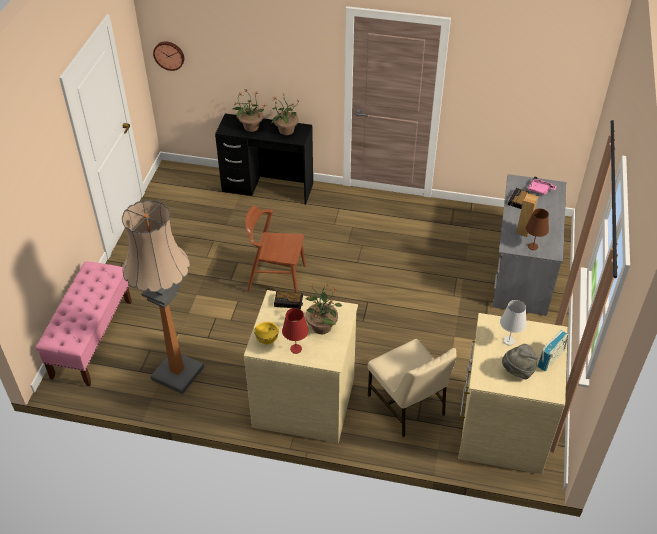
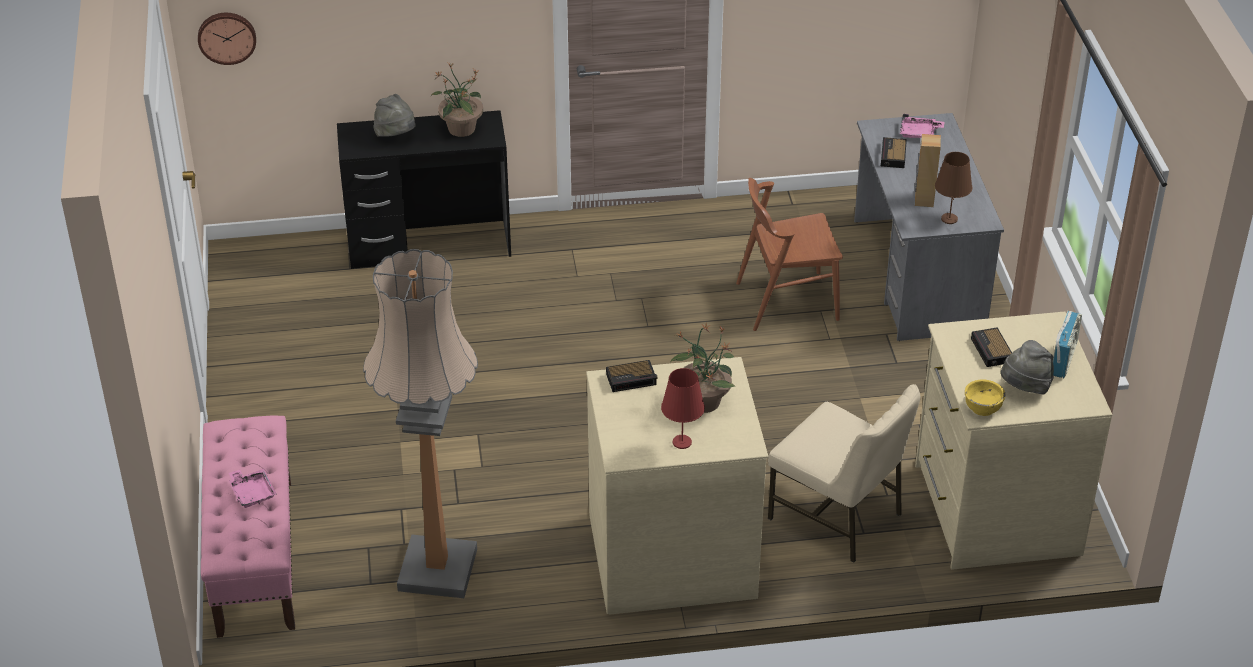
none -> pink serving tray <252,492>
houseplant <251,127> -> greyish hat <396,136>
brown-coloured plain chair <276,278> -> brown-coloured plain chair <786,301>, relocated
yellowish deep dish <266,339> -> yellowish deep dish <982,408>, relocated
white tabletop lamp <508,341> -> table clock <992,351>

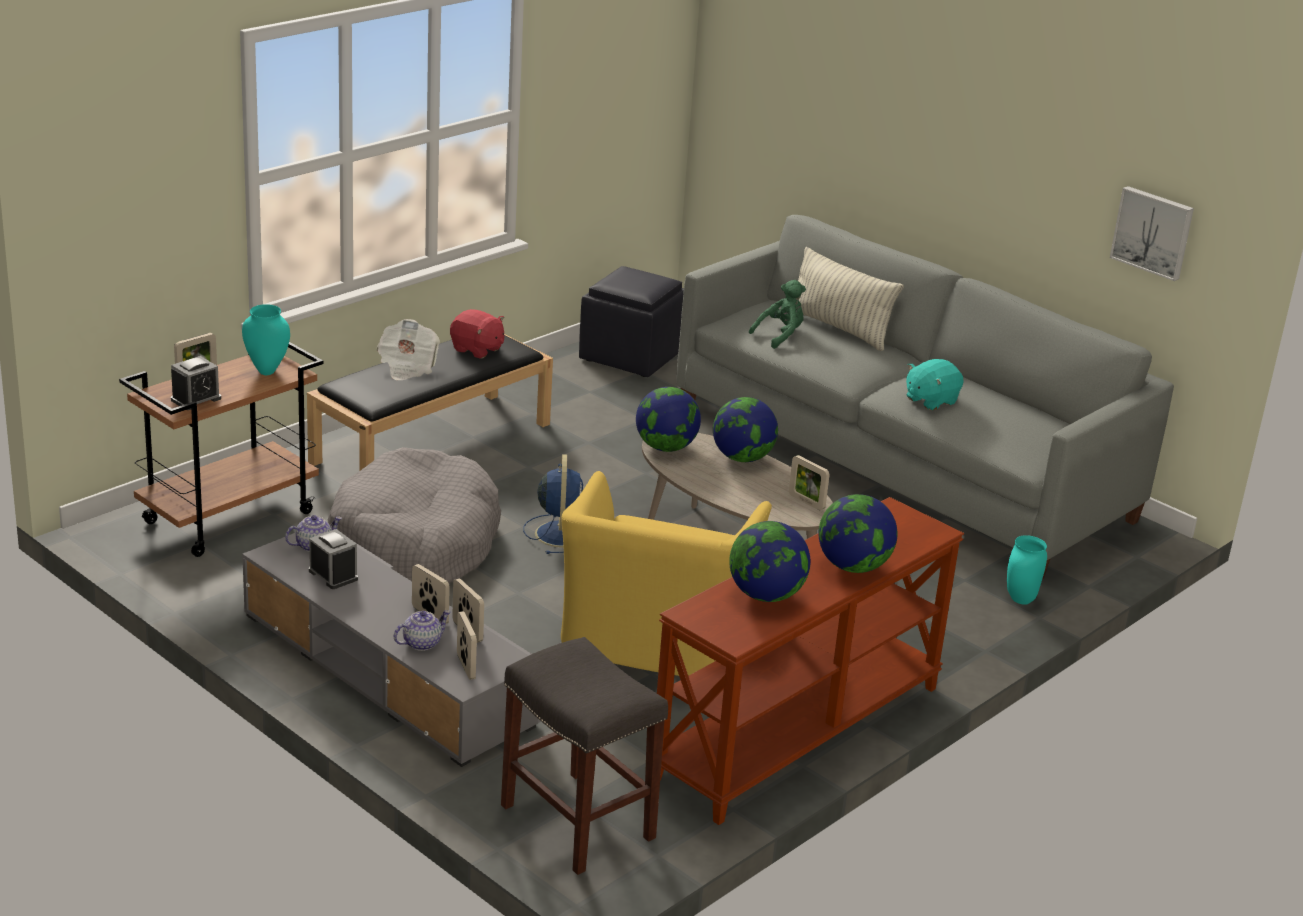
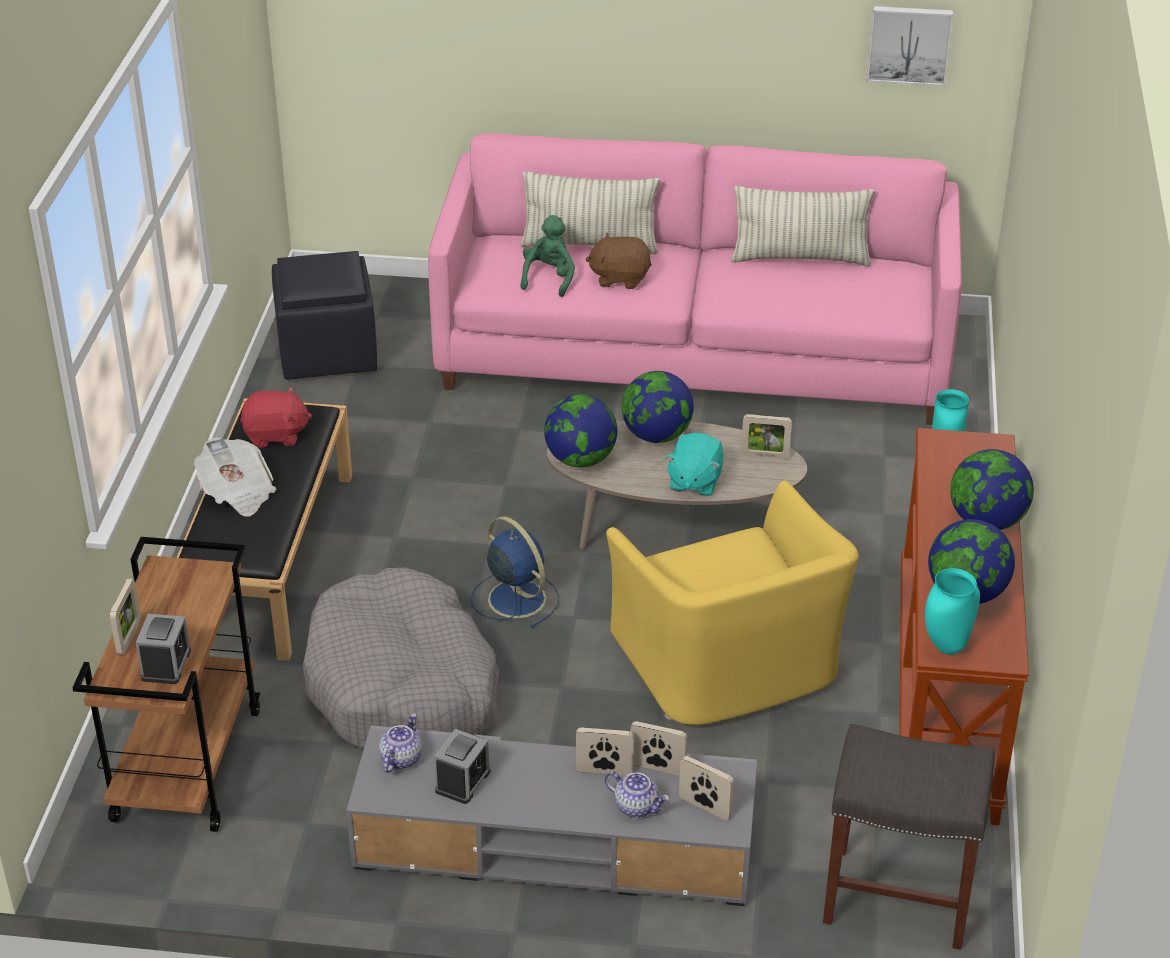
greyish couch <901,462> -> pink couch <695,354>
table clock <333,575> -> table clock <462,781>, 105 degrees clockwise
none -> brown-coloured cuddly toy <620,278>
teapot <422,643> -> teapot <637,806>, 105 degrees clockwise
turquoise cuddly toy <930,400> -> turquoise cuddly toy <694,481>, relocated
none -> throw pillow <800,258>
turquoise vase <266,371> -> turquoise vase <947,648>, relocated

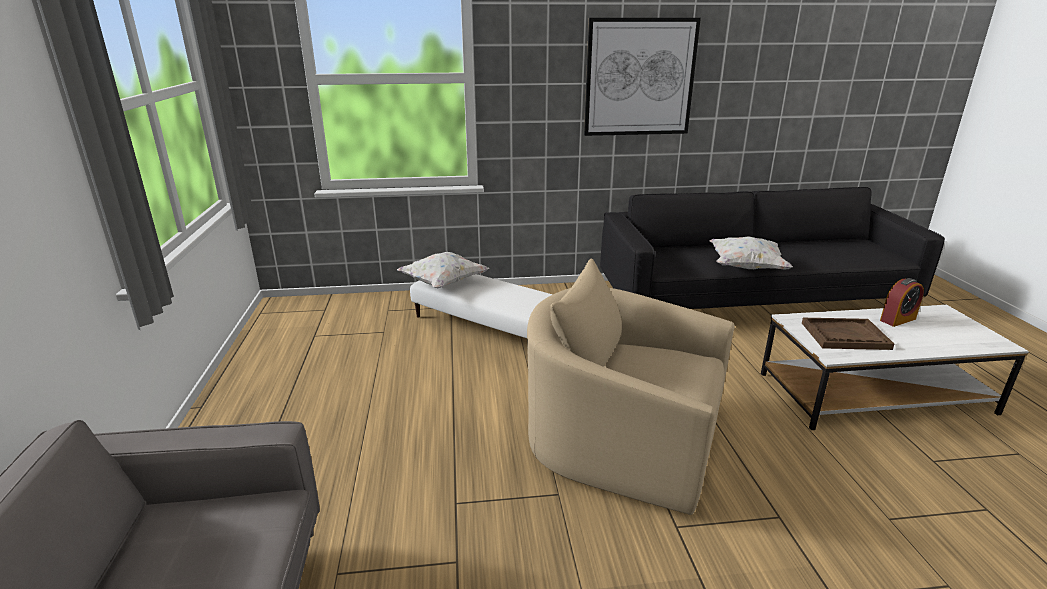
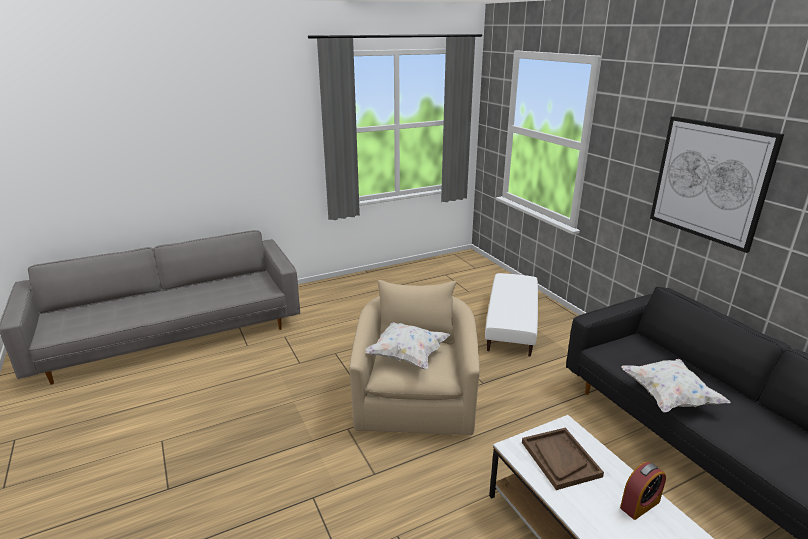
white throw pillow <443,283> -> white throw pillow <407,356>, relocated
table clock <897,319> -> table clock <640,504>, 75 degrees counterclockwise

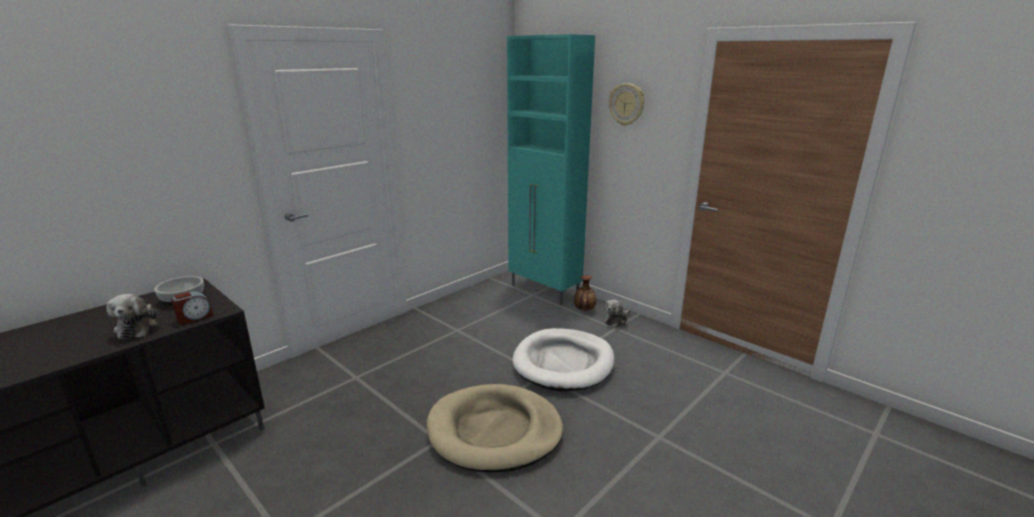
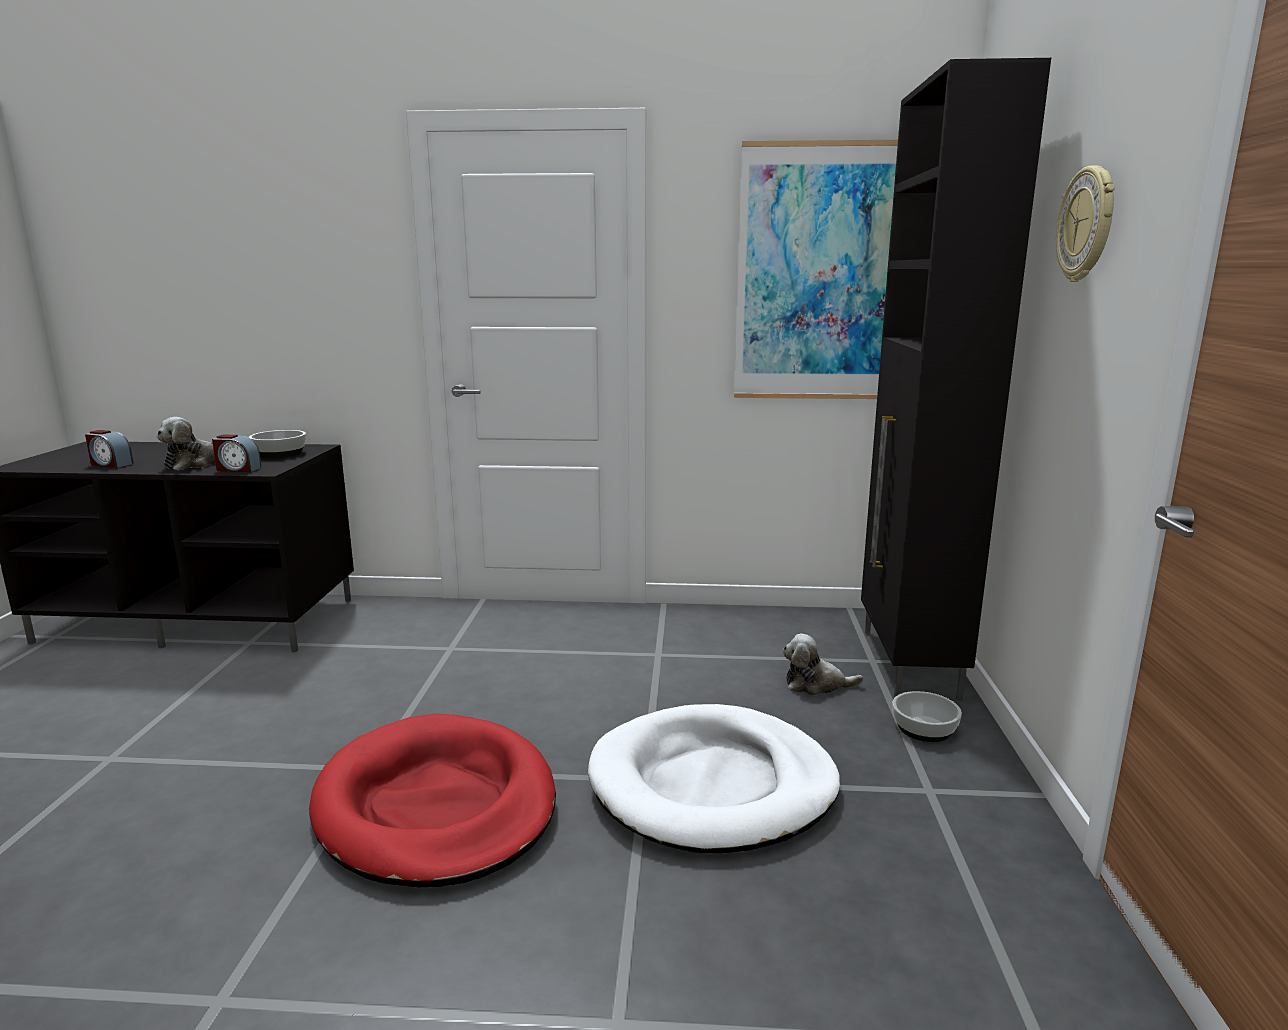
none -> table clock <111,464>
beige dog cushion <494,431> -> reddish dog cushion <436,806>
none -> wall art <818,274>
cuddly toy <617,320> -> cuddly toy <816,684>, relocated
turquoise cupboard <545,291> -> black-coloured cupboard <908,664>
vase <584,310> -> deep dish <924,728>

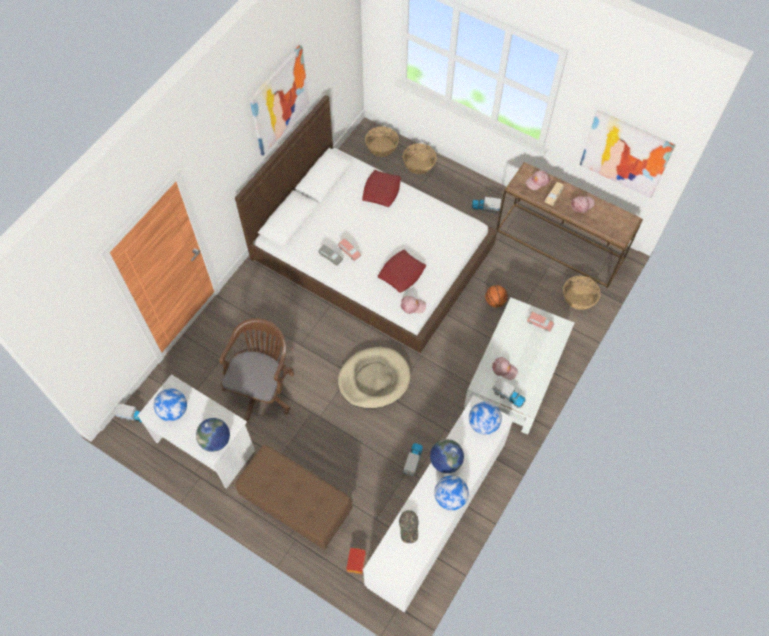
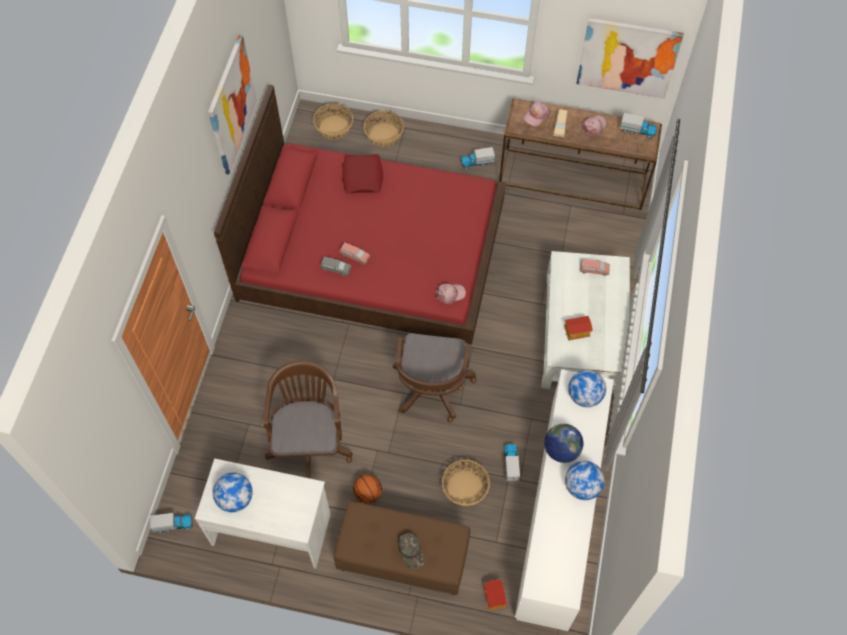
white bed <372,252> -> reddish bed <372,250>
ball for basketball <495,301> -> ball for basketball <368,493>, relocated
beige dog cushion <374,379> -> brown-coloured desk chair <432,390>
green peaked cap <409,527> -> green peaked cap <411,552>, relocated
basket <579,298> -> basket <465,488>, relocated
pink peaked cap <504,369> -> toy house <576,331>
model truck <508,396> -> model truck <637,131>, relocated
desk globe <215,440> -> none
reddish throw pillow <401,273> -> none

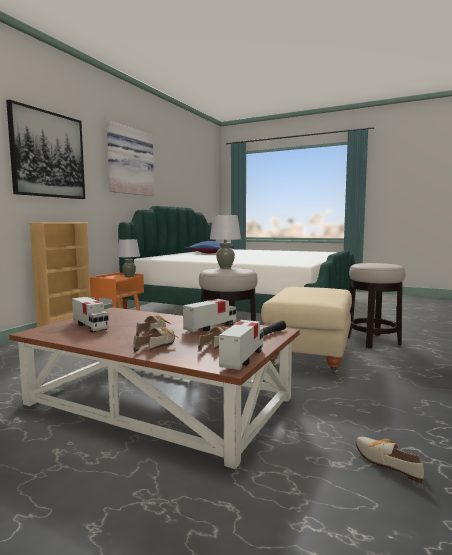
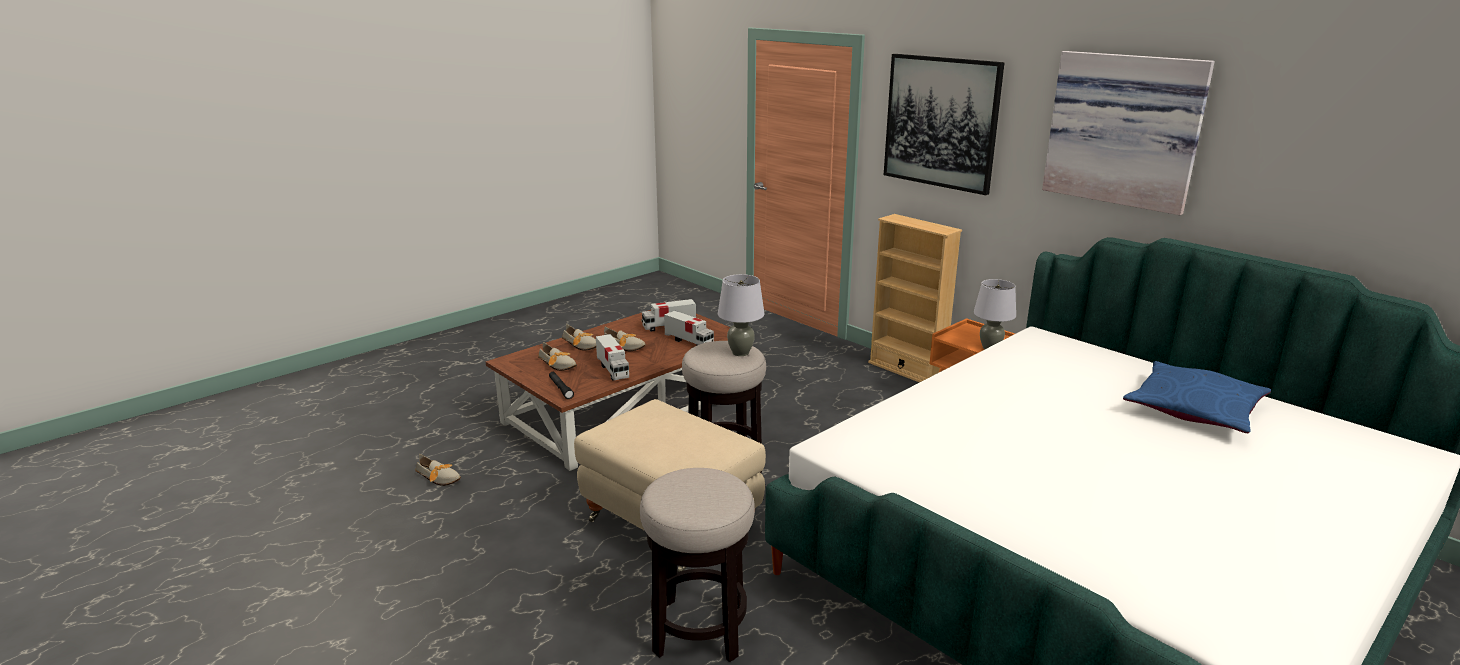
item of footwear <385,461> -> item of footwear <440,478>, 45 degrees clockwise
model truck <243,358> -> model truck <689,342>, relocated

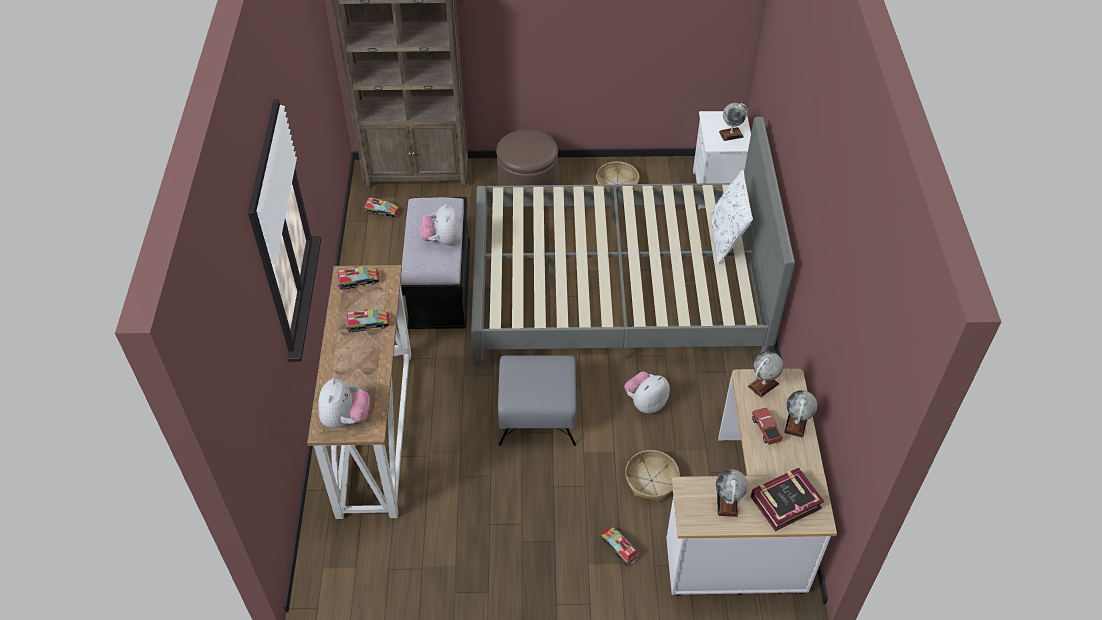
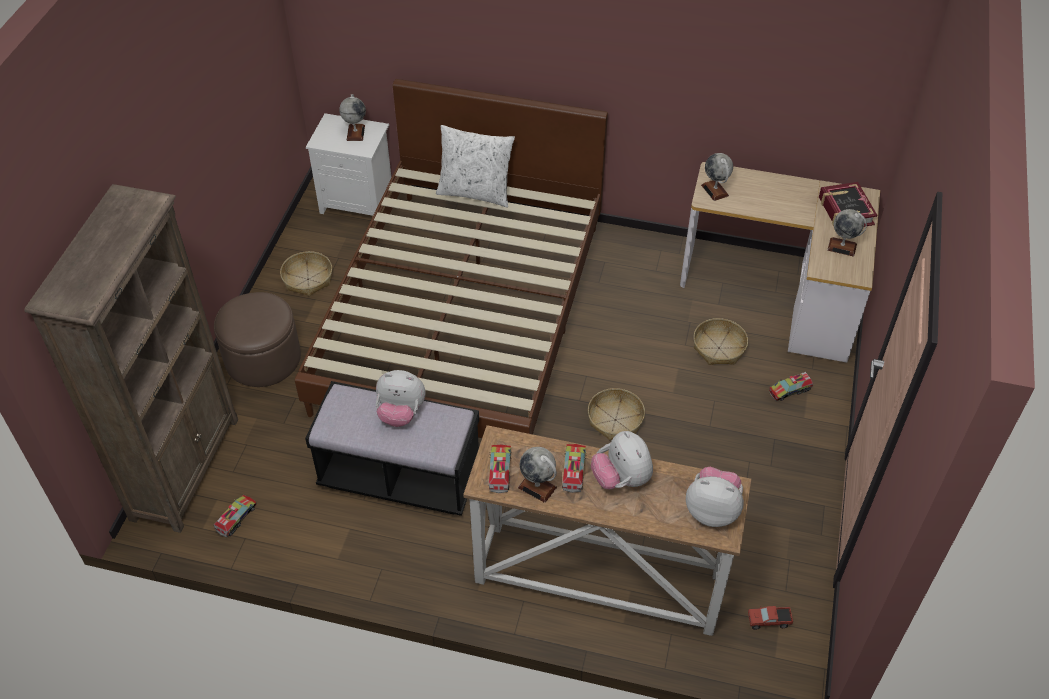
greyish bed <617,286> -> brown-coloured bed <462,315>
desk globe <796,424> -> desk globe <537,487>, relocated
greyish pouffe <538,414> -> basket <615,419>
cuddly toy <645,402> -> cuddly toy <621,479>, relocated
model truck <765,430> -> model truck <768,621>, relocated

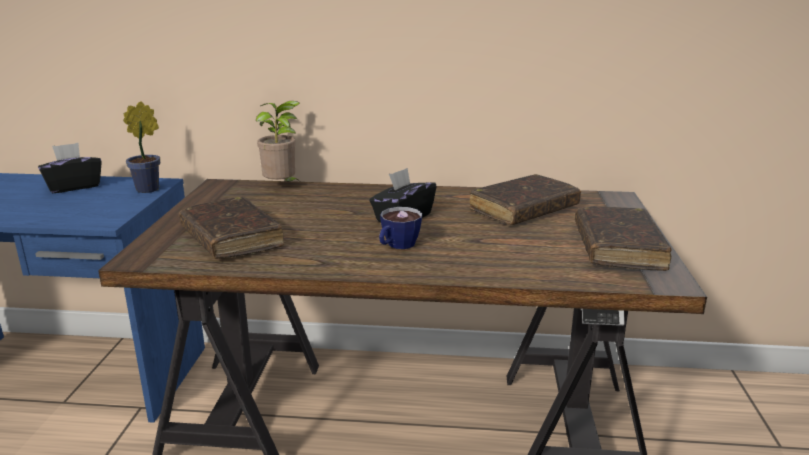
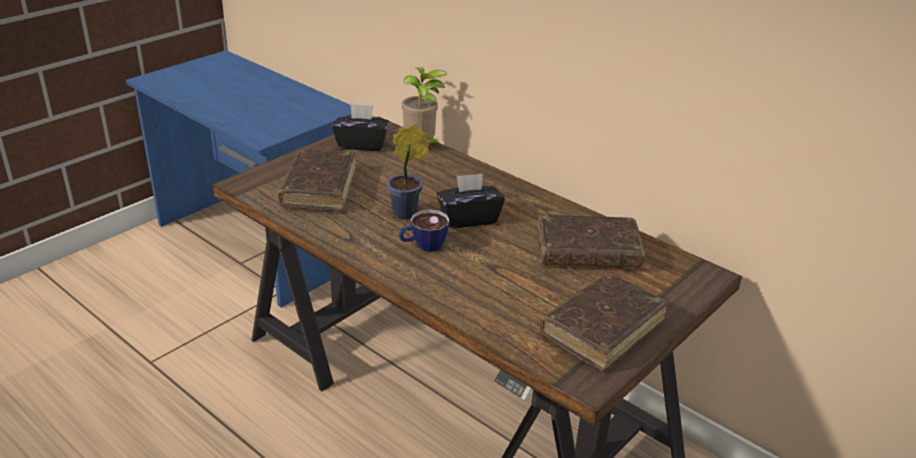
black-coloured tissue box <74,186> -> black-coloured tissue box <361,144>, relocated
houseplant <151,189> -> houseplant <408,213>, relocated

